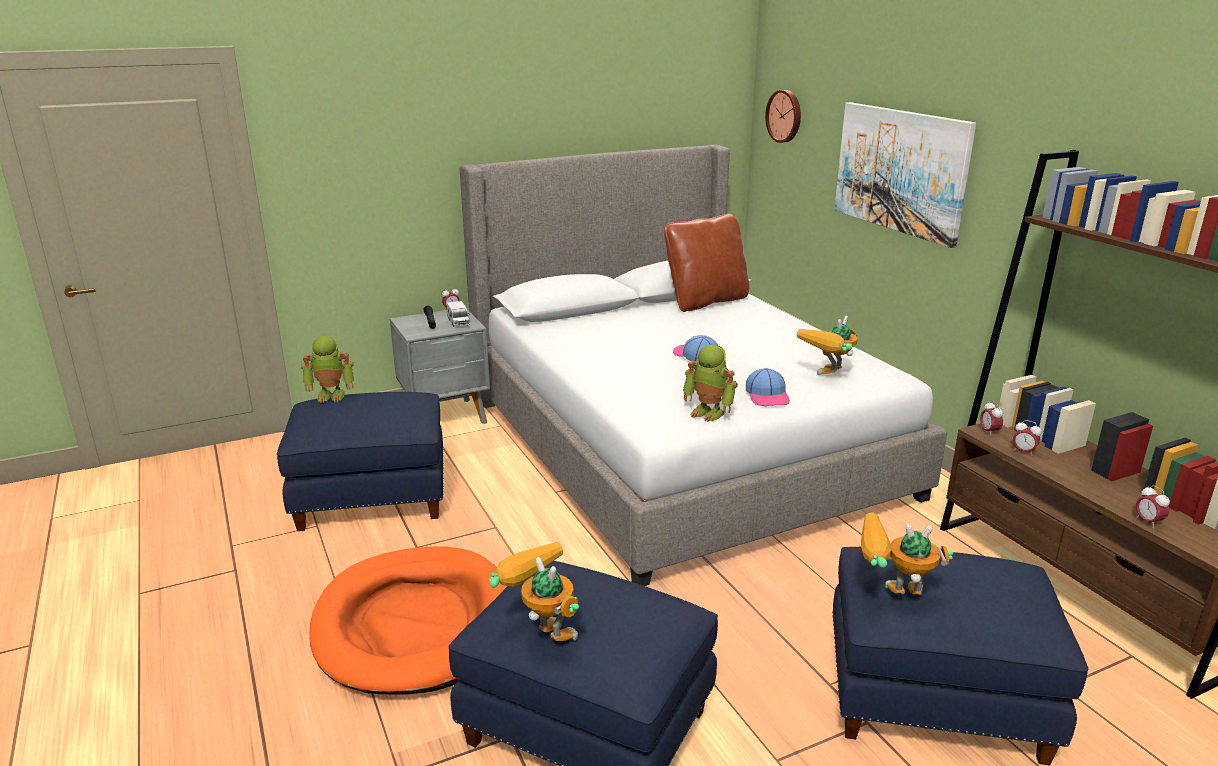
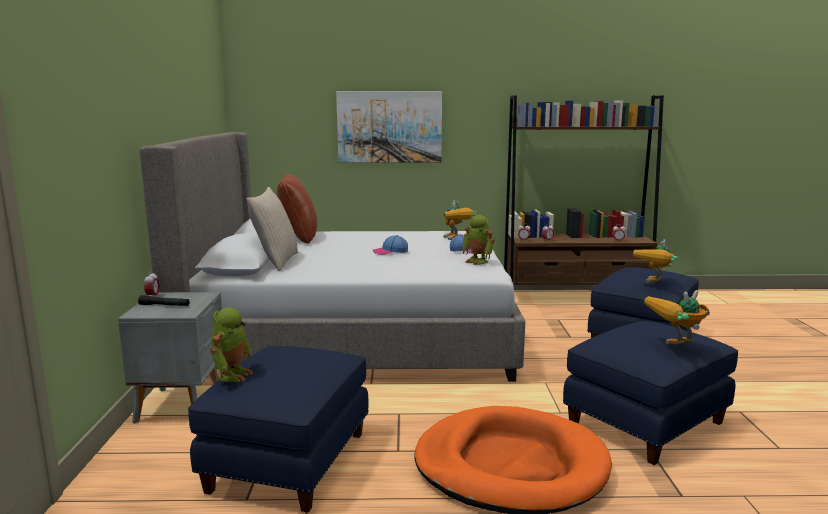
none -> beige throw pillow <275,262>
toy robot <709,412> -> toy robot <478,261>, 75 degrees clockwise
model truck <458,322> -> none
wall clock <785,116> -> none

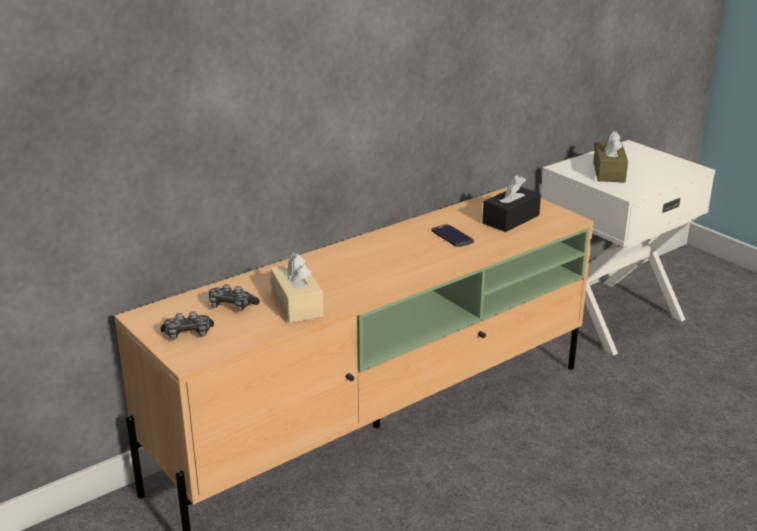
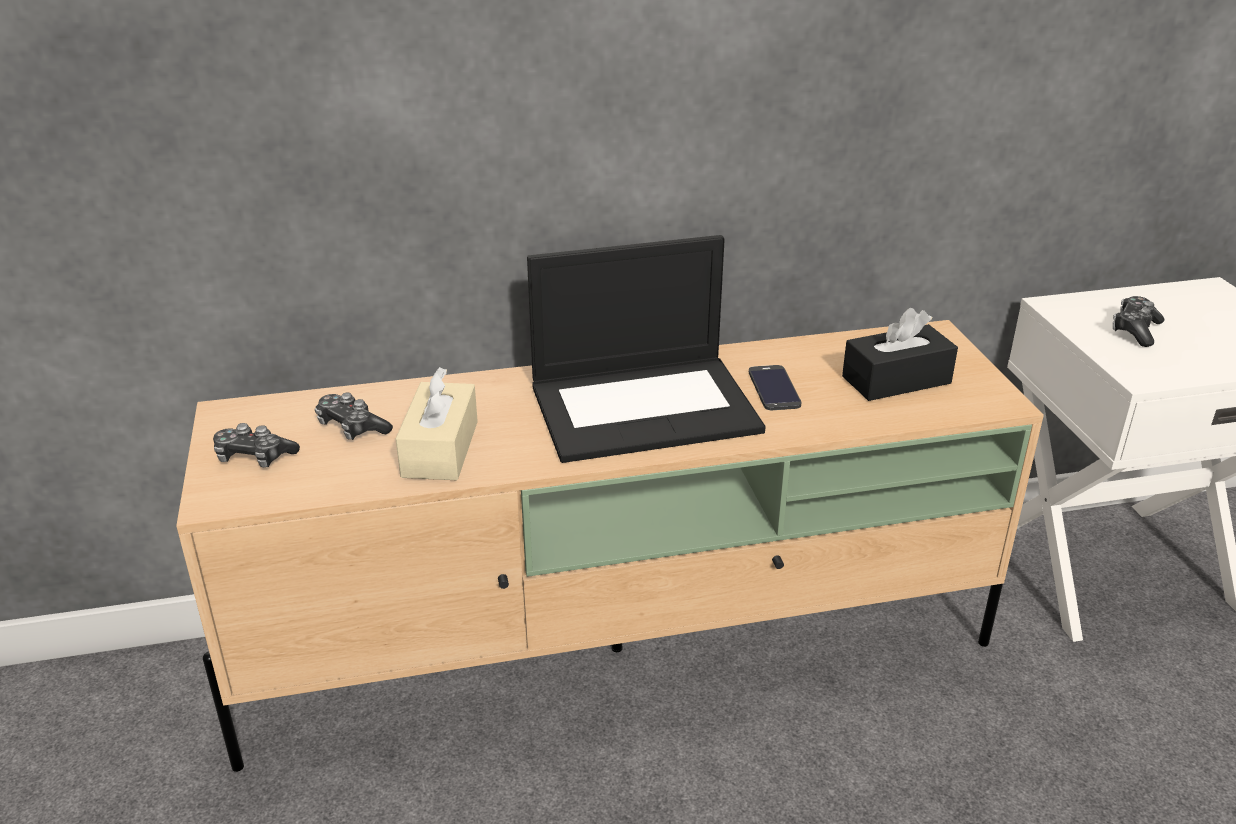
none -> notebook computer <646,406>
brown-coloured tissue box <609,172> -> game controller <1135,330>

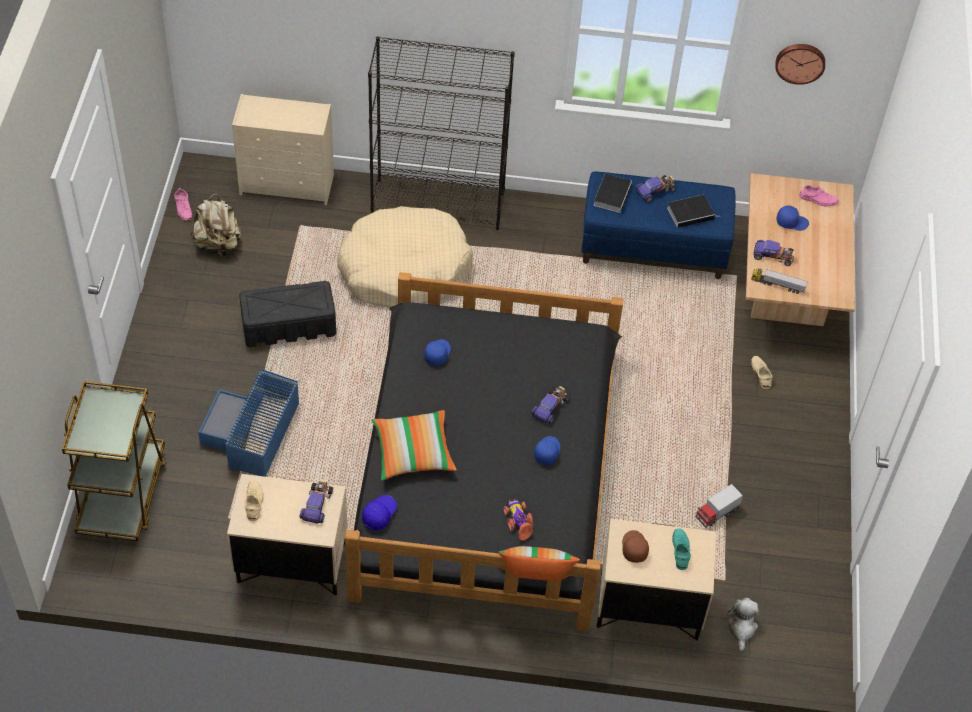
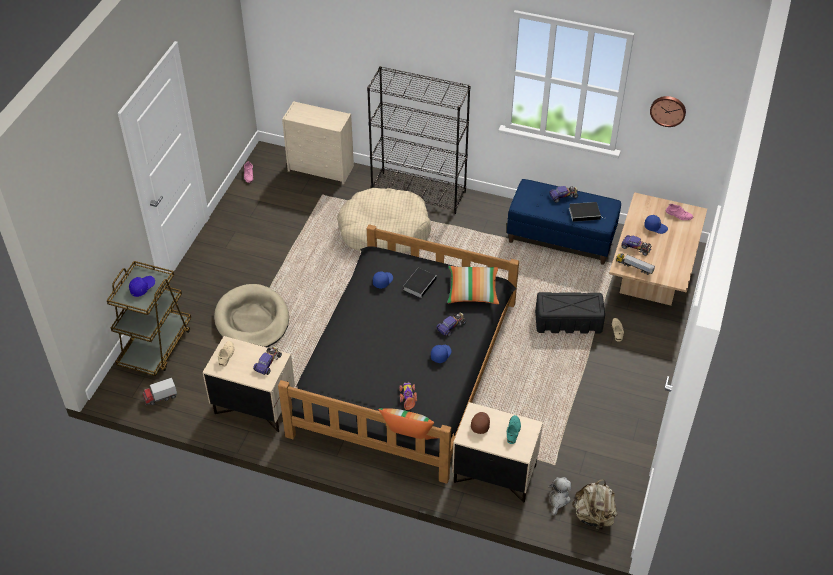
blue-coloured peaked cap <379,515> -> blue-coloured peaked cap <142,288>, relocated
model truck <716,513> -> model truck <160,397>, relocated
blue-coloured storage container <252,433> -> beige dog cushion <252,320>
volume <612,194> -> volume <420,283>, relocated
throw pillow <413,452> -> throw pillow <472,291>, relocated
black-coloured storage container <288,325> -> black-coloured storage container <567,321>, relocated
beige rucksack <218,244> -> beige rucksack <594,516>, relocated

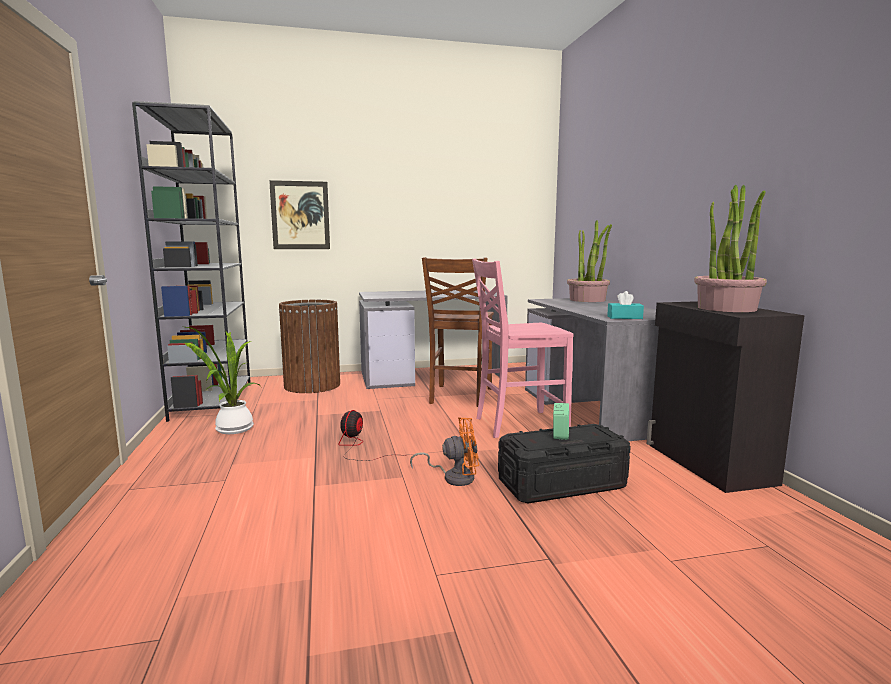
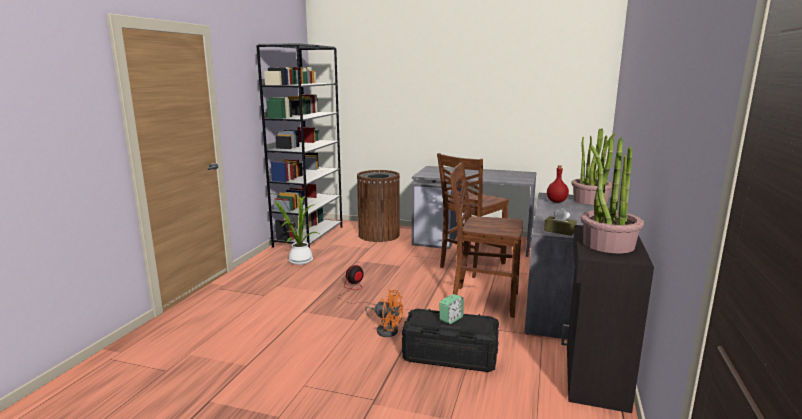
pink plain chair <518,424> -> brown-coloured plain chair <483,300>
turquoise tissue box <624,317> -> brown-coloured tissue box <559,231>
none -> reddish bottle <556,201>
wall art <300,215> -> none

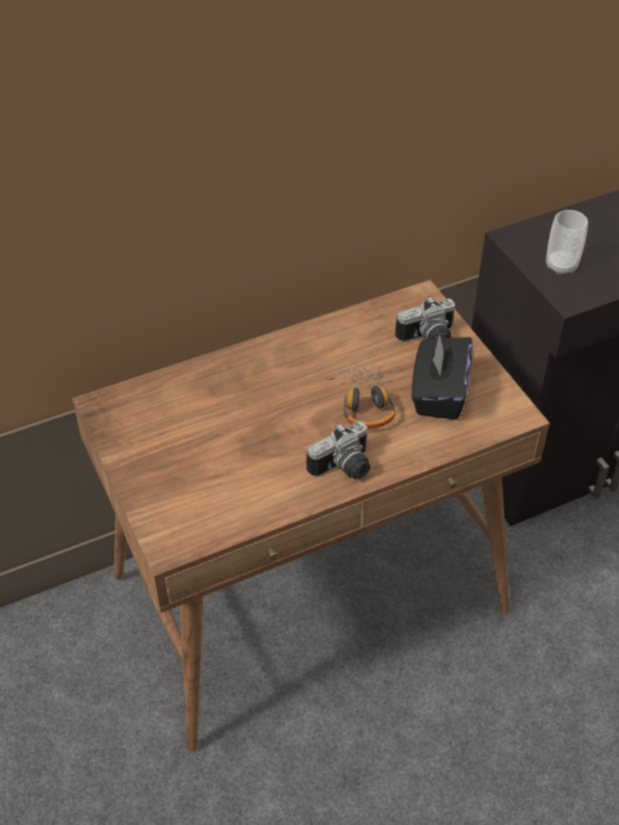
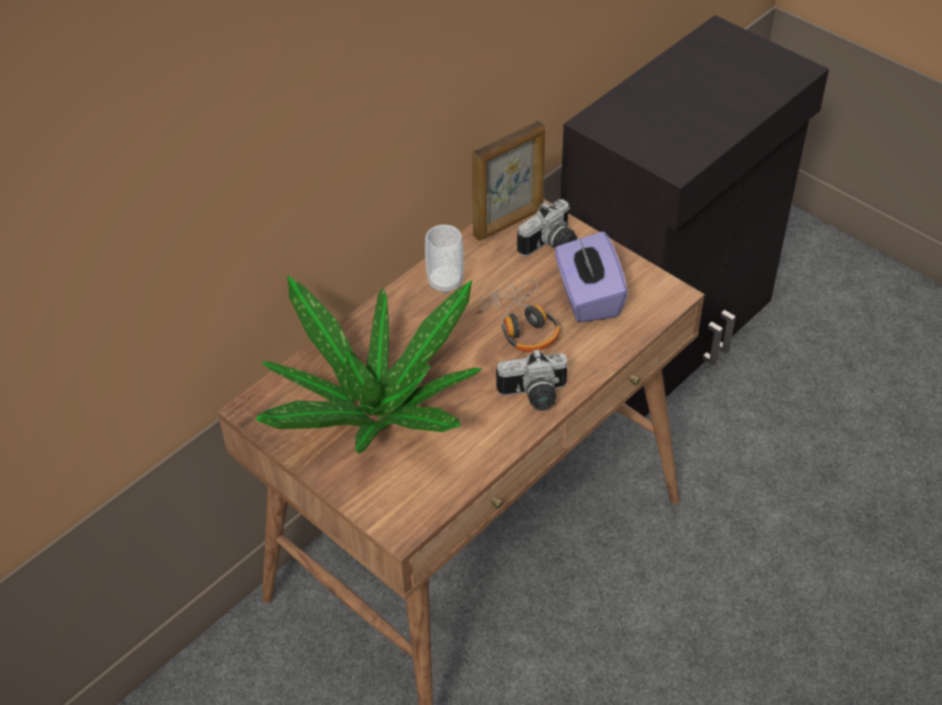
none -> houseplant <375,409>
cup <561,265> -> cup <445,282>, relocated
none -> standing frame <509,223>
still camera <344,468> -> still camera <534,396>, 45 degrees clockwise
black-coloured tissue box <438,394> -> purple-coloured tissue box <588,297>

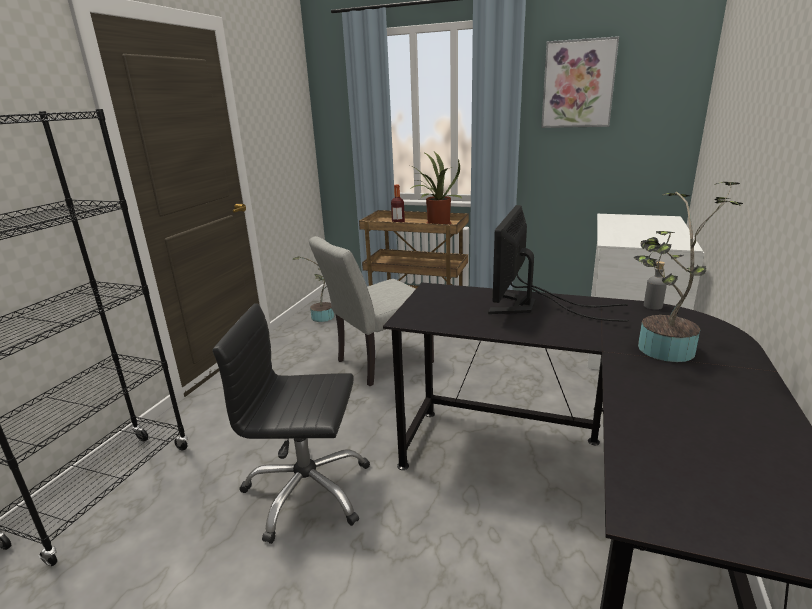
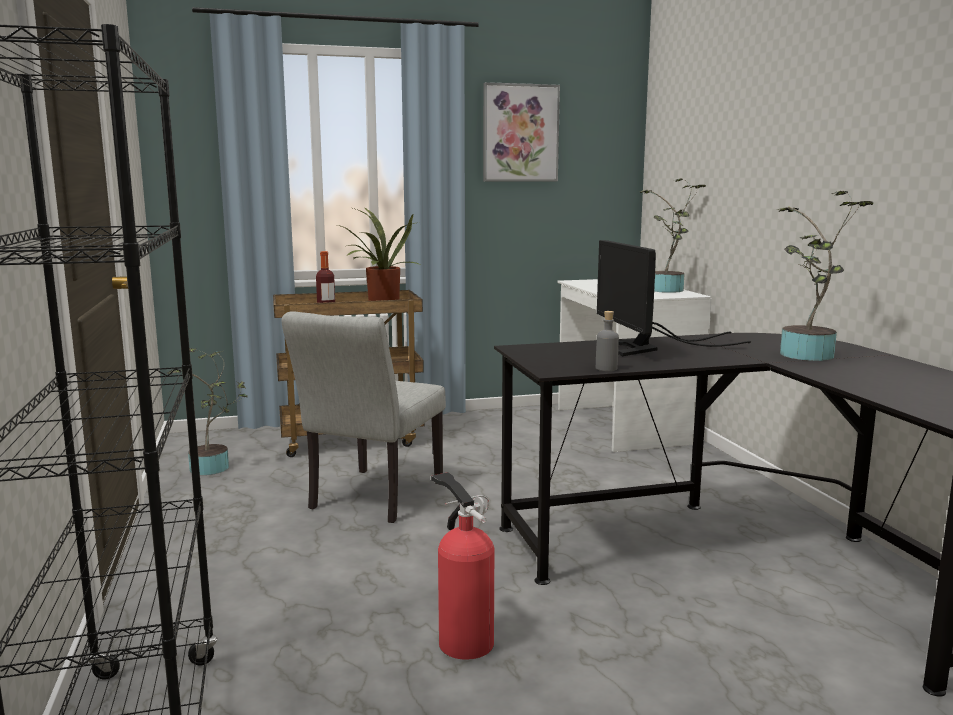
black-coloured desk chair <307,491> -> fire extinguisher <463,640>
greyish bottle <653,306> -> greyish bottle <606,368>, relocated
none -> houseplant <667,290>

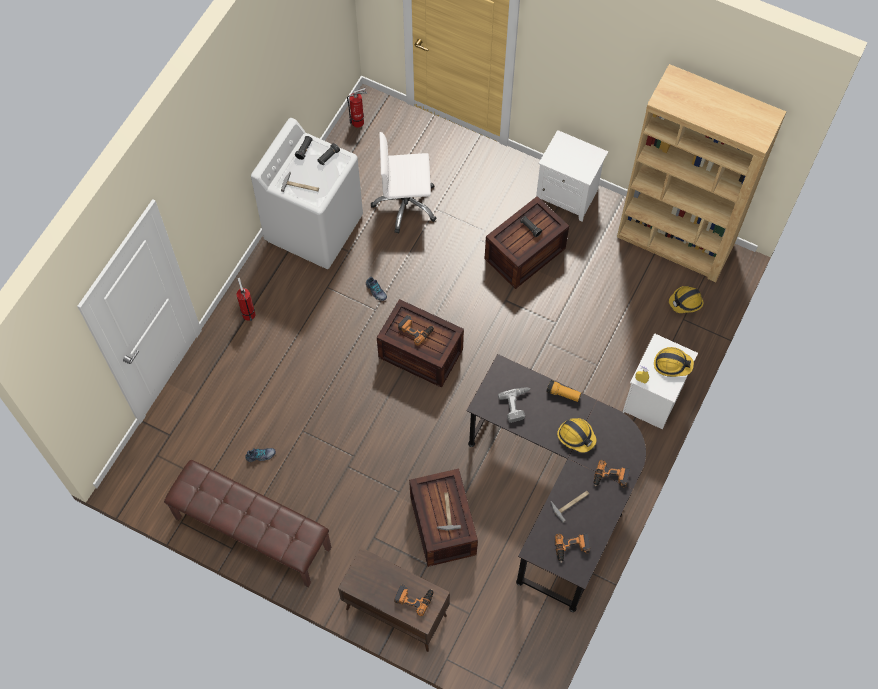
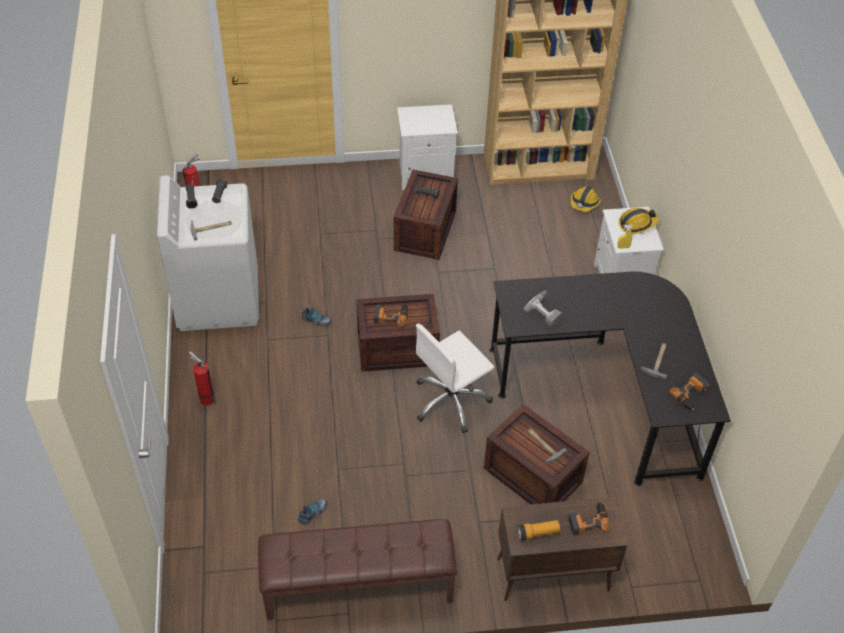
white desk chair <405,204> -> white desk chair <451,401>, relocated
flashlight <563,394> -> flashlight <537,533>, relocated
safety helmet <576,436> -> none
electric drill <610,478> -> none

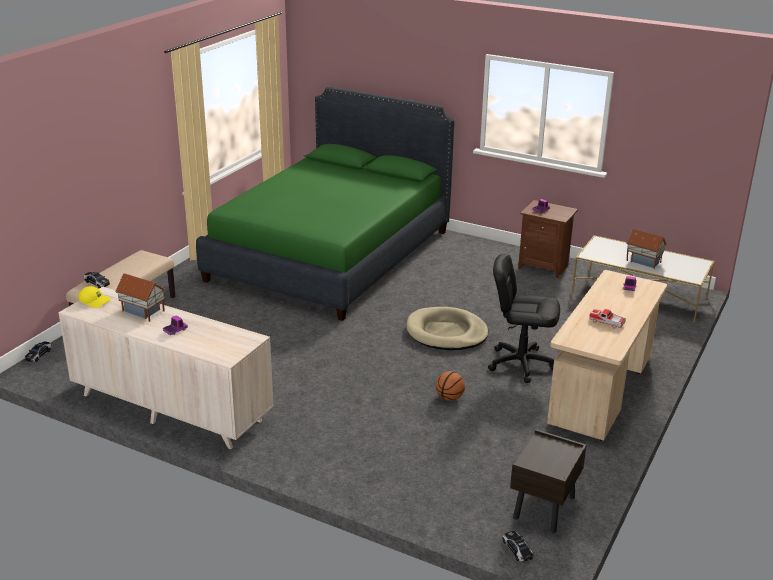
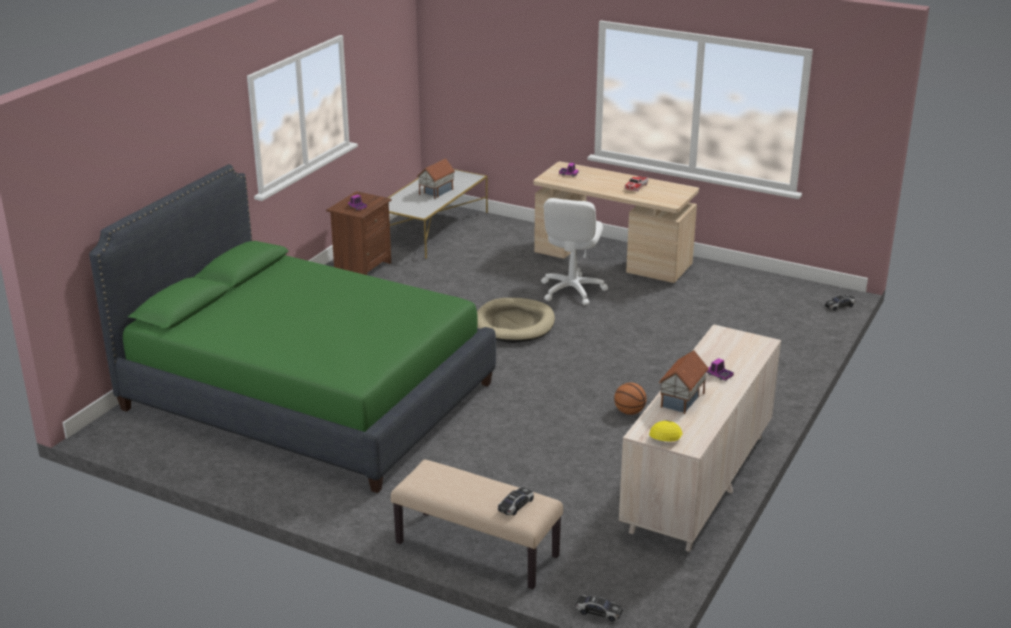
black-coloured desk chair <521,363> -> white desk chair <572,290>
ball for basketball <449,398> -> ball for basketball <629,412>, relocated
brown-coloured bedside table <544,508> -> none

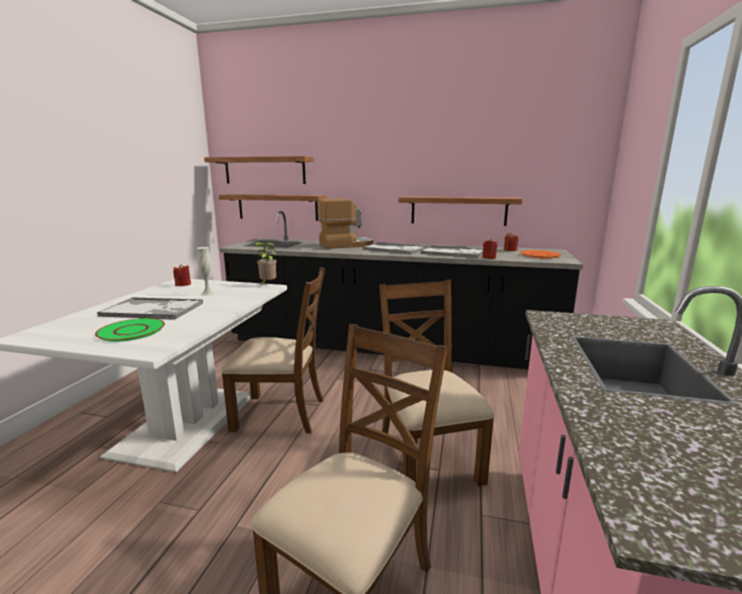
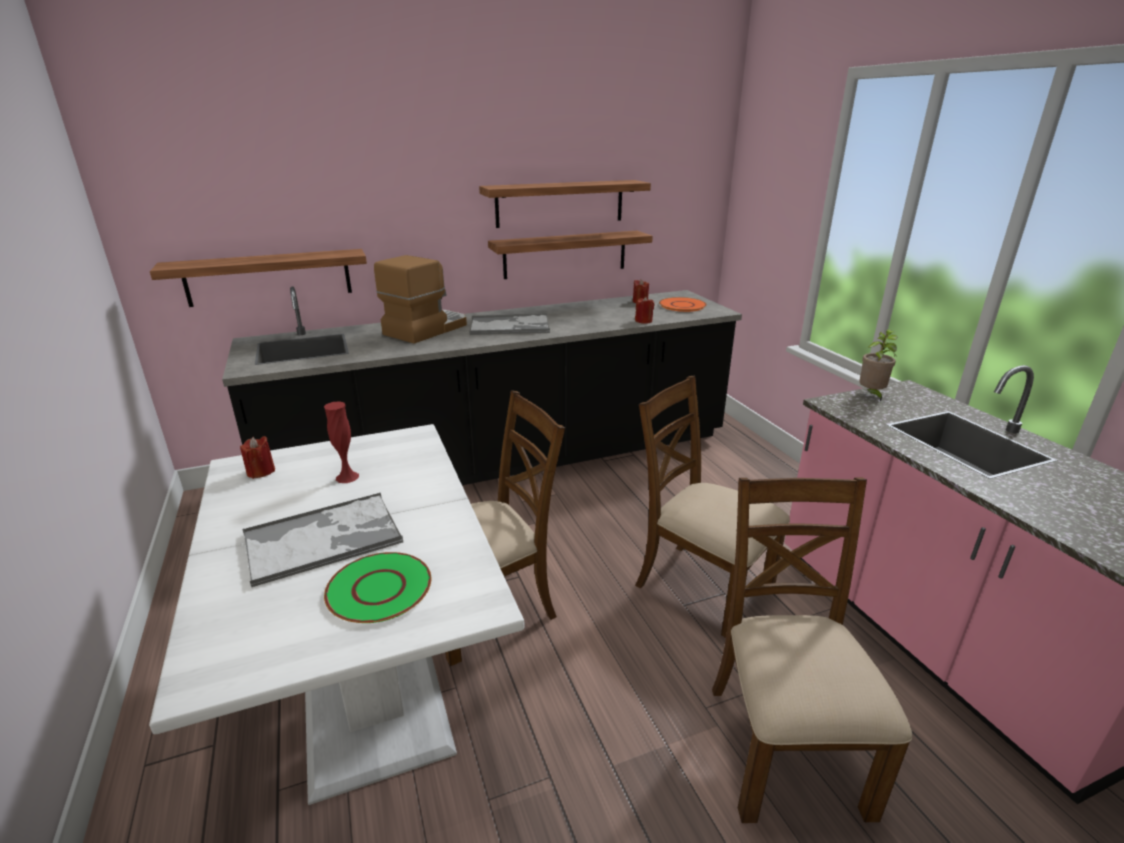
white vase <208,293> -> reddish vase <347,477>
shelf <264,170> -> shelf <560,203>, relocated
houseplant <267,284> -> houseplant <871,395>, relocated
serving tray <453,253> -> none

